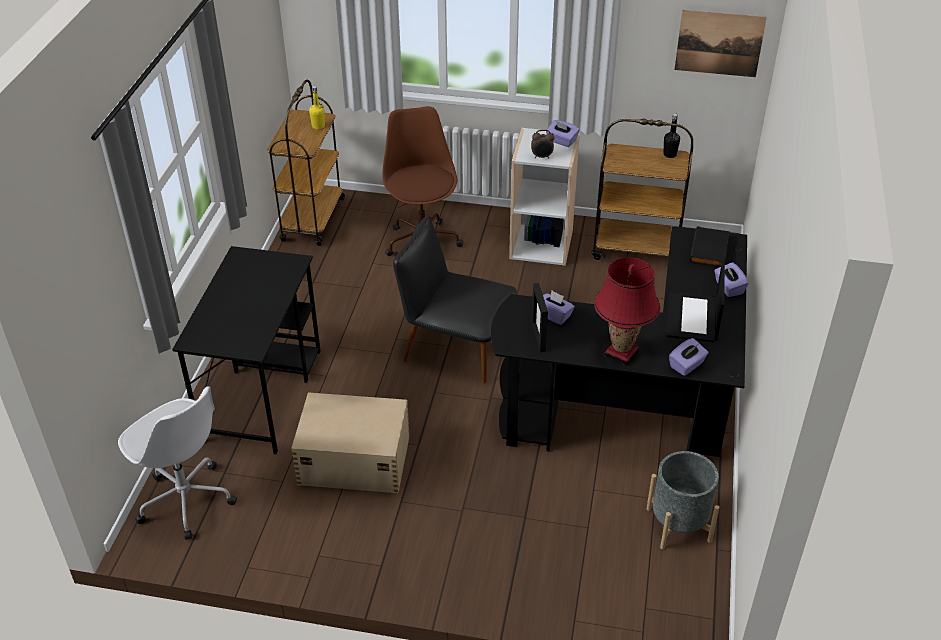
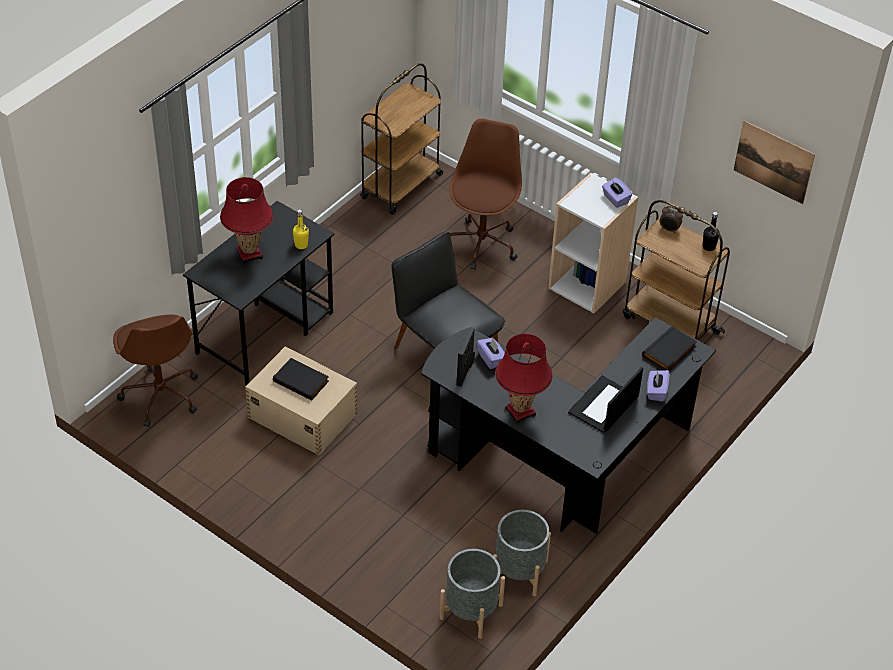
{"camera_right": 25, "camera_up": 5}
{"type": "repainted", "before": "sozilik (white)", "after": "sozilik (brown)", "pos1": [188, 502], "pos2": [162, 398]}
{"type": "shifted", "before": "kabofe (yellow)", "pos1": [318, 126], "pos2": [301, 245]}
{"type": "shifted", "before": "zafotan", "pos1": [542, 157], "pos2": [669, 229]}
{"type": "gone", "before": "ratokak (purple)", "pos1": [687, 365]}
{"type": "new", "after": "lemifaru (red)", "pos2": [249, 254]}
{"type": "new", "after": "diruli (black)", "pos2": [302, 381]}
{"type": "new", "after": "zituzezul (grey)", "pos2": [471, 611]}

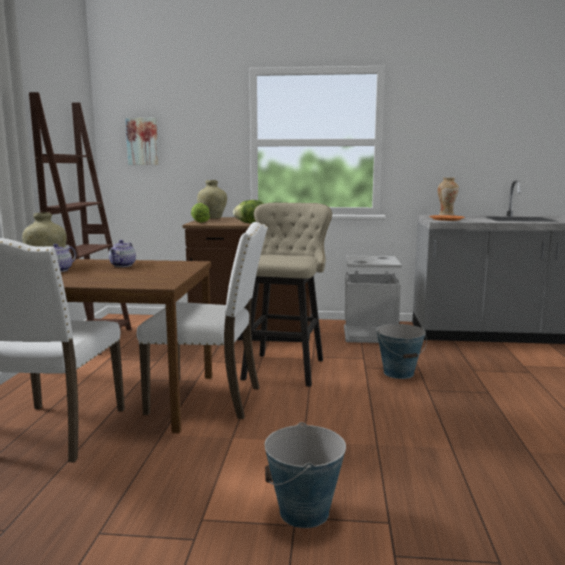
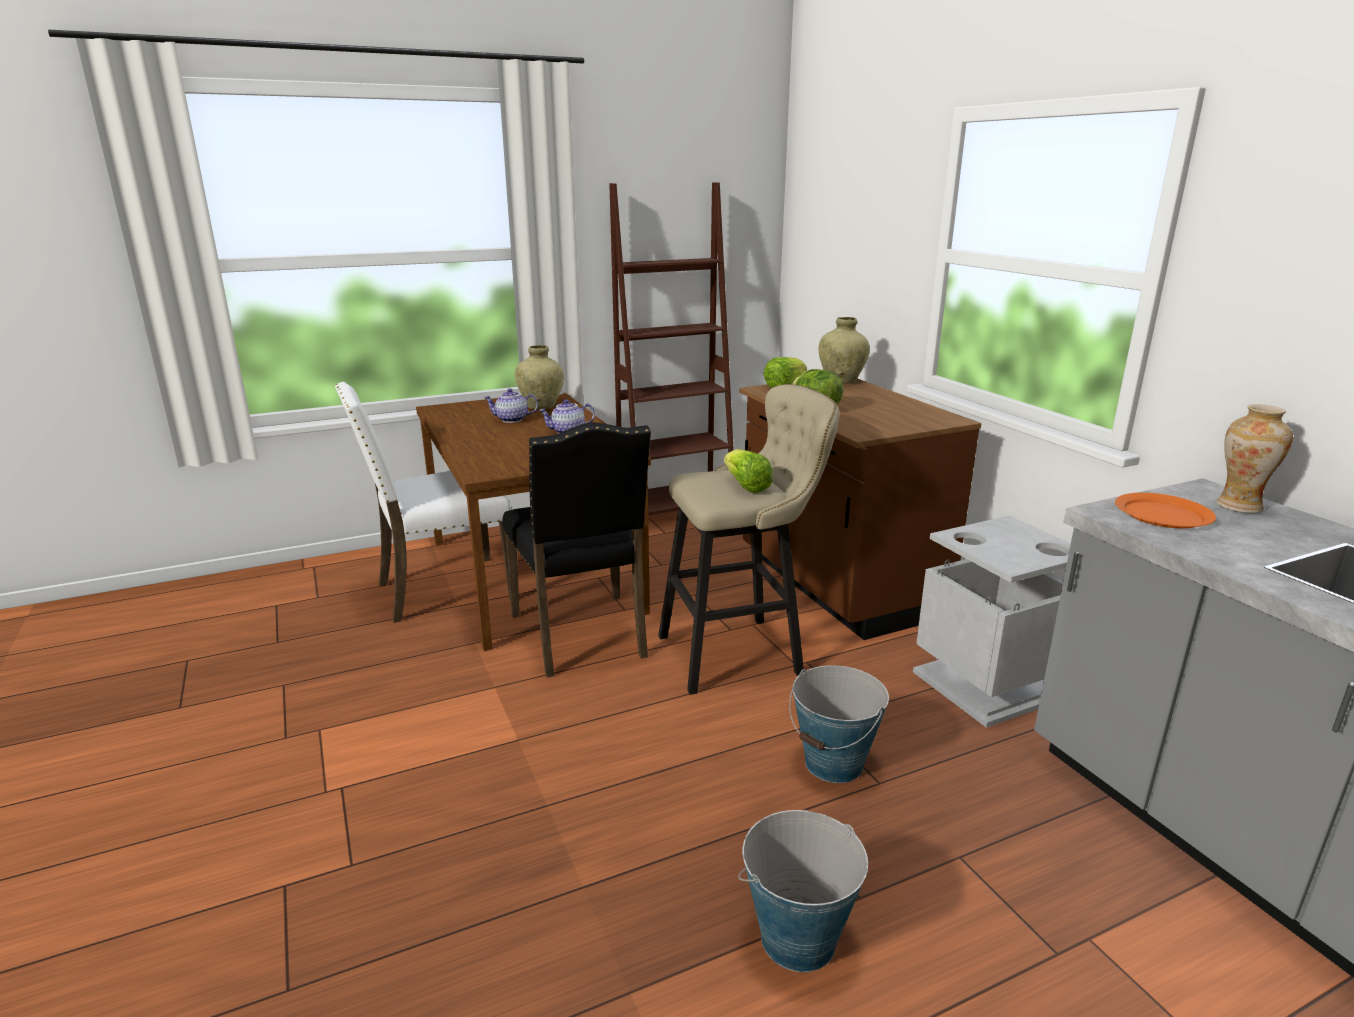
{"camera_right": 60, "camera_up": 10}
{"type": "gone", "before": "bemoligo", "pos1": [142, 141]}
{"type": "repainted", "before": "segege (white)", "after": "segege (black)", "pos1": [208, 399], "pos2": [582, 636]}
{"type": "shifted", "before": "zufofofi", "pos1": [304, 512], "pos2": [797, 939]}
{"type": "new", "after": "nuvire", "pos2": [745, 486]}

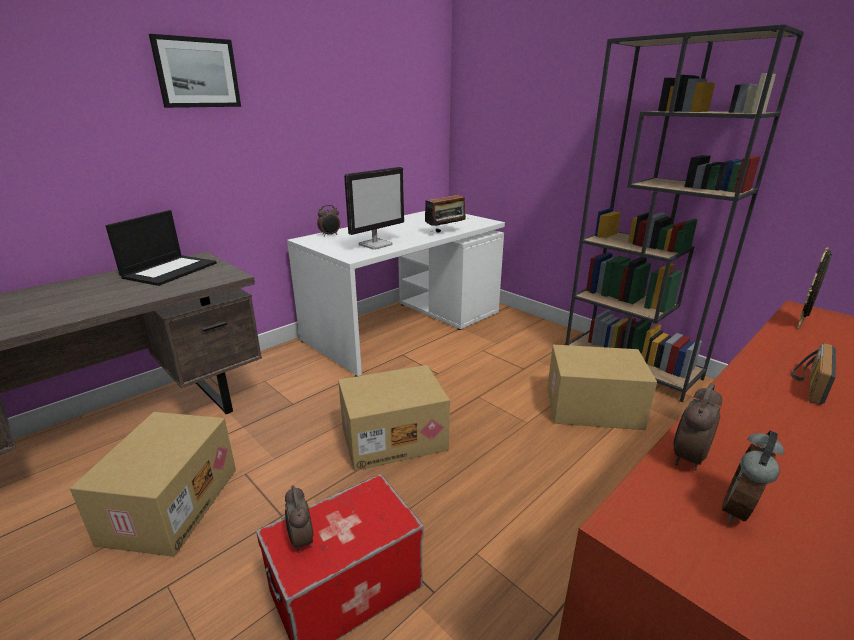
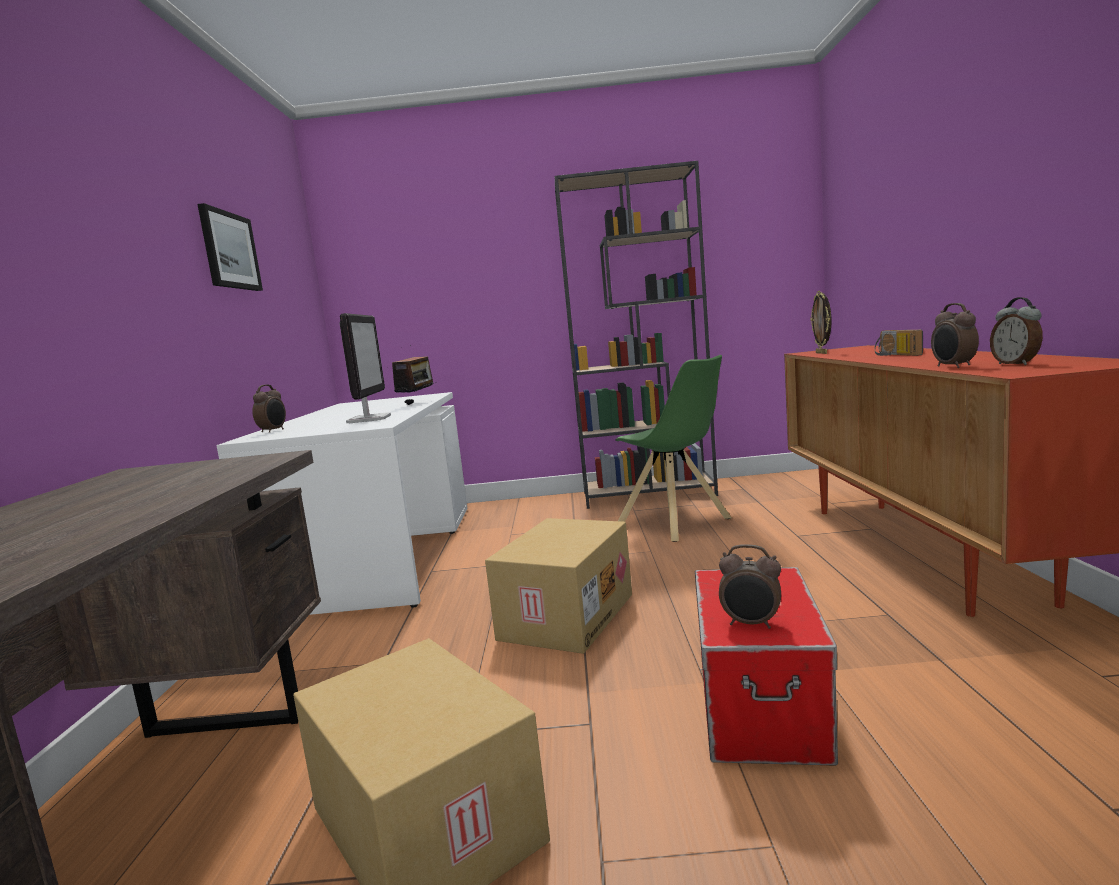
{"camera_right": -45, "camera_up": -15}
{"type": "gone", "before": "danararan", "pos1": [170, 270]}
{"type": "shifted", "before": "bemoligo", "pos1": [197, 73], "pos2": [229, 250]}
{"type": "swapped", "before": "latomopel", "after": "segege (green)", "pos1": [592, 409], "pos2": [675, 523]}

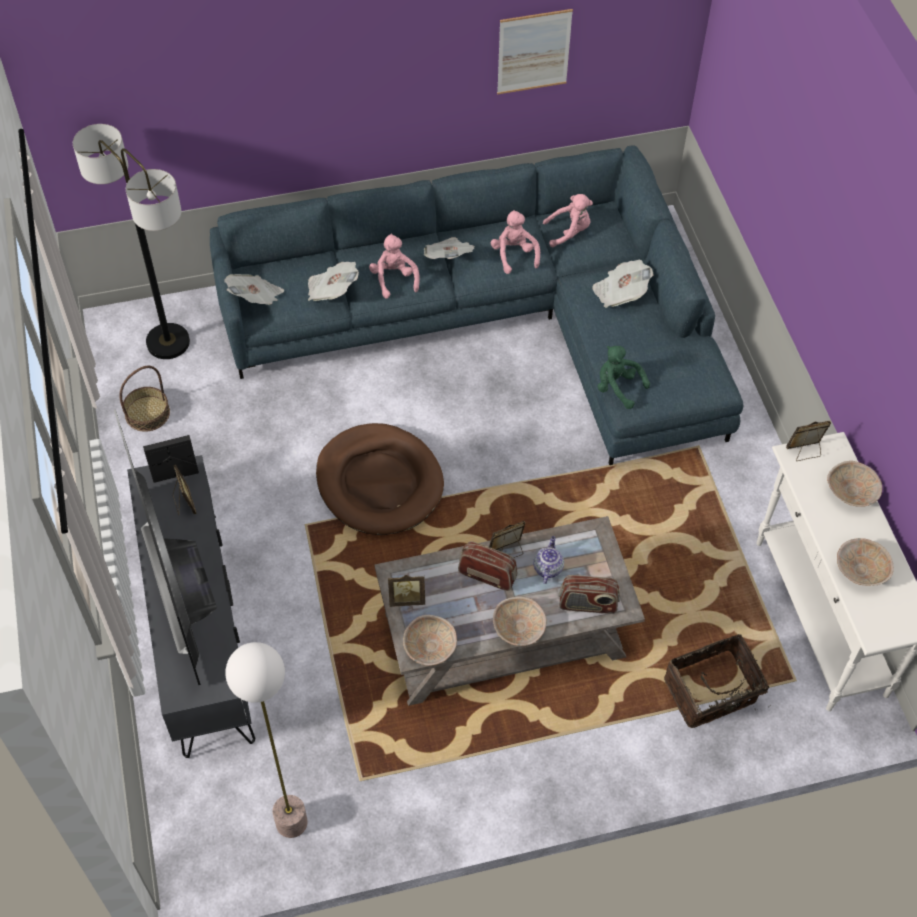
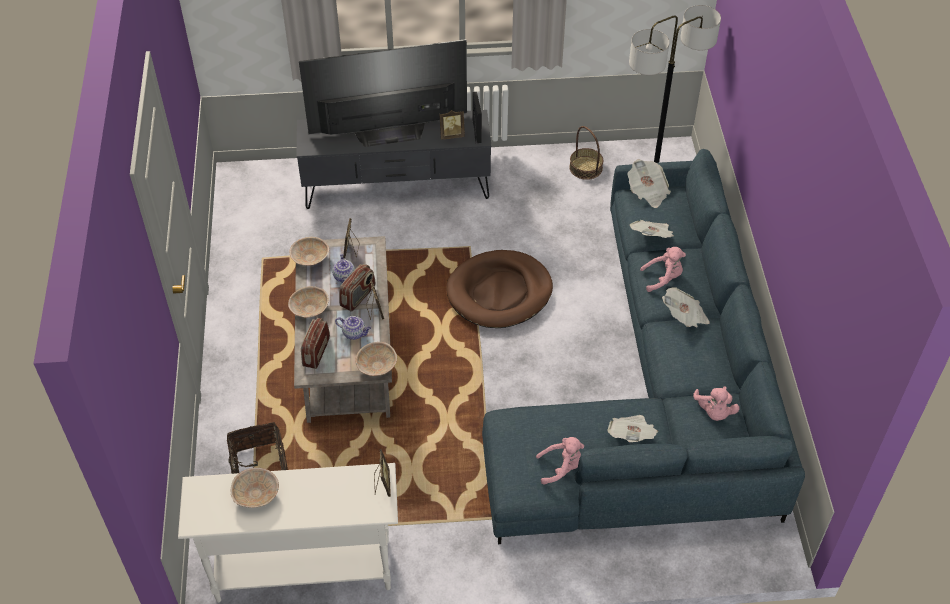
{"camera_right": 100, "camera_up": -5}
{"type": "gone", "before": "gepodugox", "pos1": [291, 823]}
{"type": "shifted", "before": "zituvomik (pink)", "pos1": [514, 255], "pos2": [561, 467]}
{"type": "gone", "before": "bemoligo", "pos1": [533, 52]}
{"type": "gone", "before": "zituvomik (green)", "pos1": [617, 387]}
{"type": "shifted", "before": "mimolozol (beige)", "pos1": [852, 492], "pos2": [376, 366]}
{"type": "new", "after": "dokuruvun", "pos2": [344, 277]}

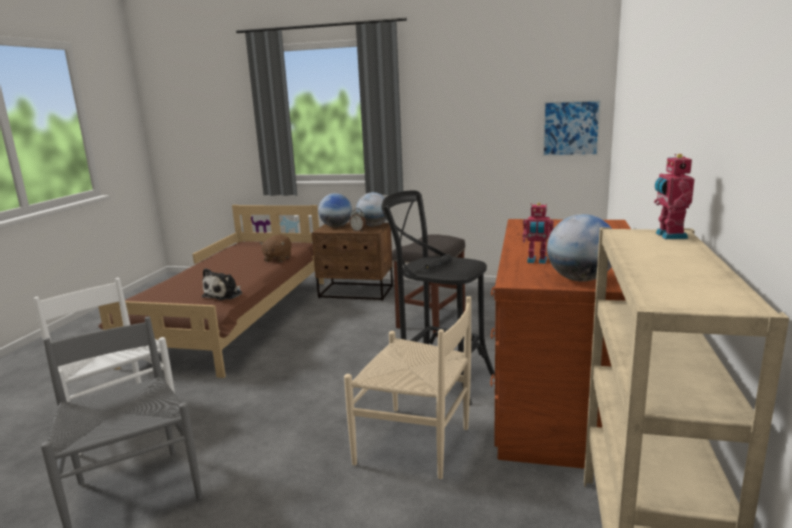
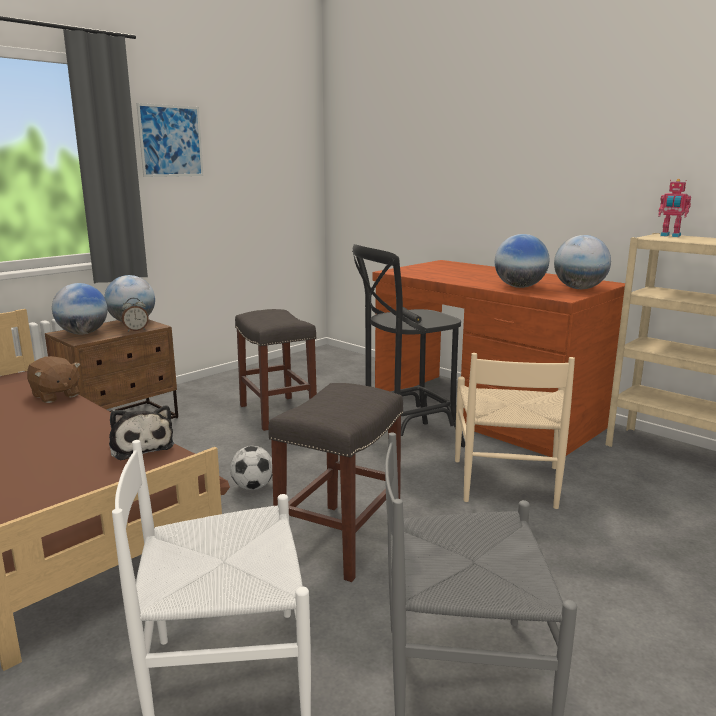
{"camera_right": -60, "camera_up": 0}
{"type": "rotated", "before": "segege (beige)", "pos1": [415, 444], "pos2": [507, 484], "turn": 135}
{"type": "swapped", "before": "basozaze", "after": "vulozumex", "pos1": [536, 261], "pos2": [519, 287]}
{"type": "shifted", "before": "bemoligo", "pos1": [570, 128], "pos2": [171, 141]}
{"type": "new", "after": "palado", "pos2": [253, 487]}
{"type": "new", "after": "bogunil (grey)", "pos2": [340, 539]}

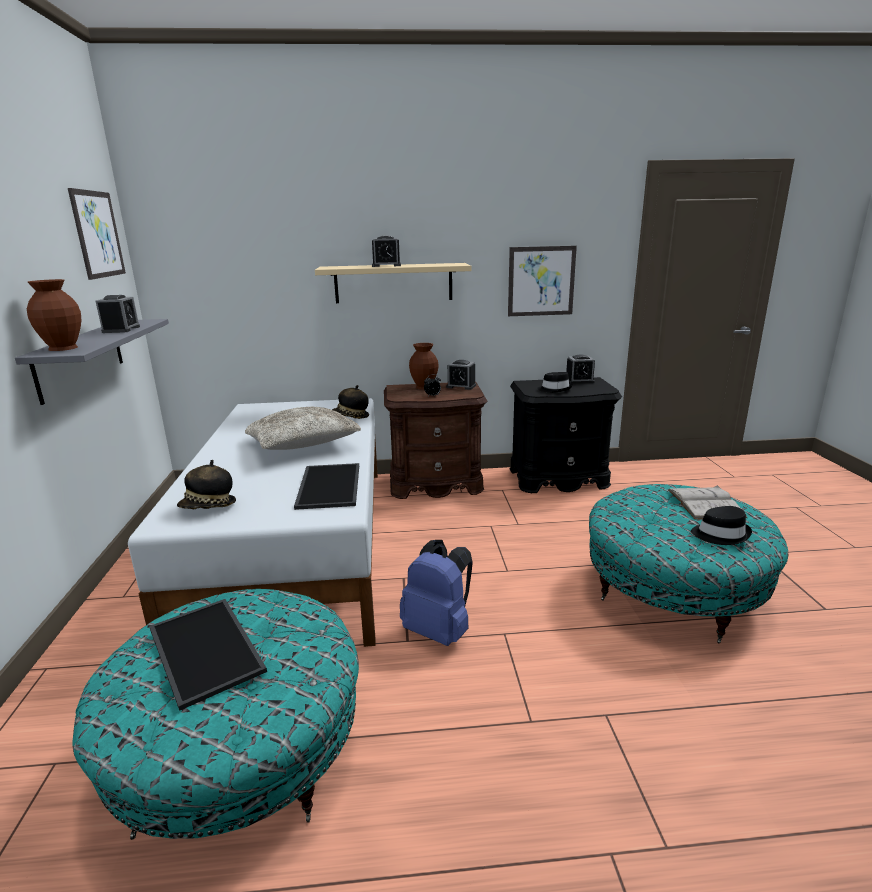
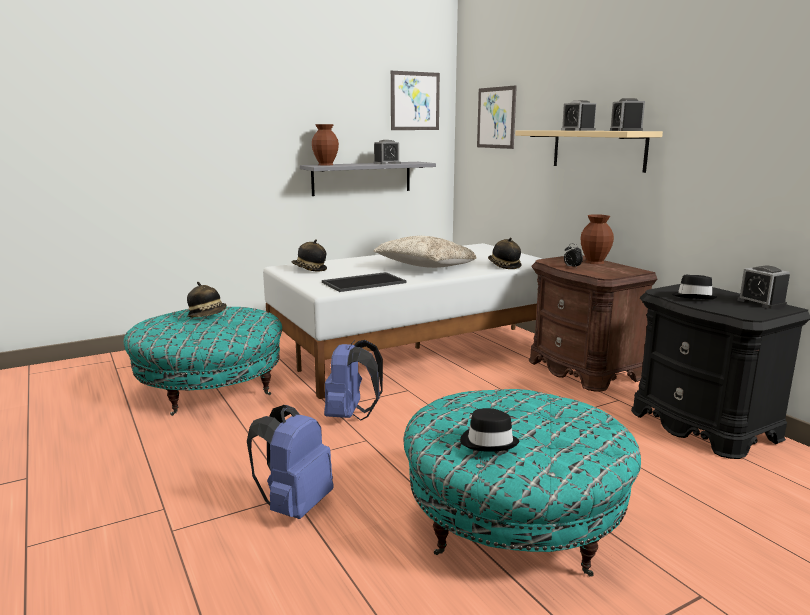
{"camera_right": 65, "camera_up": -5}
{"type": "swapped", "before": "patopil", "after": "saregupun", "pos1": [202, 649], "pos2": [208, 315]}
{"type": "shifted", "before": "zafotan", "pos1": [461, 386], "pos2": [625, 130]}
{"type": "shifted", "before": "bemoligo", "pos1": [541, 281], "pos2": [496, 117]}
{"type": "gone", "before": "diruli (white)", "pos1": [705, 503]}
{"type": "new", "after": "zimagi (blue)", "pos2": [294, 506]}

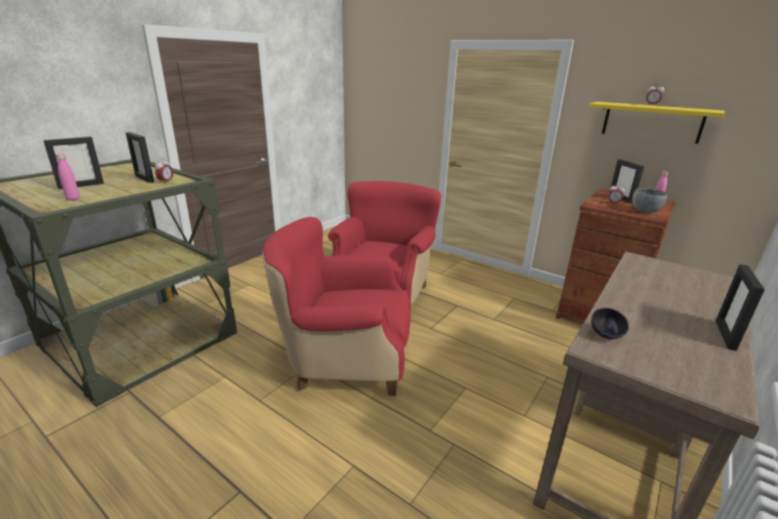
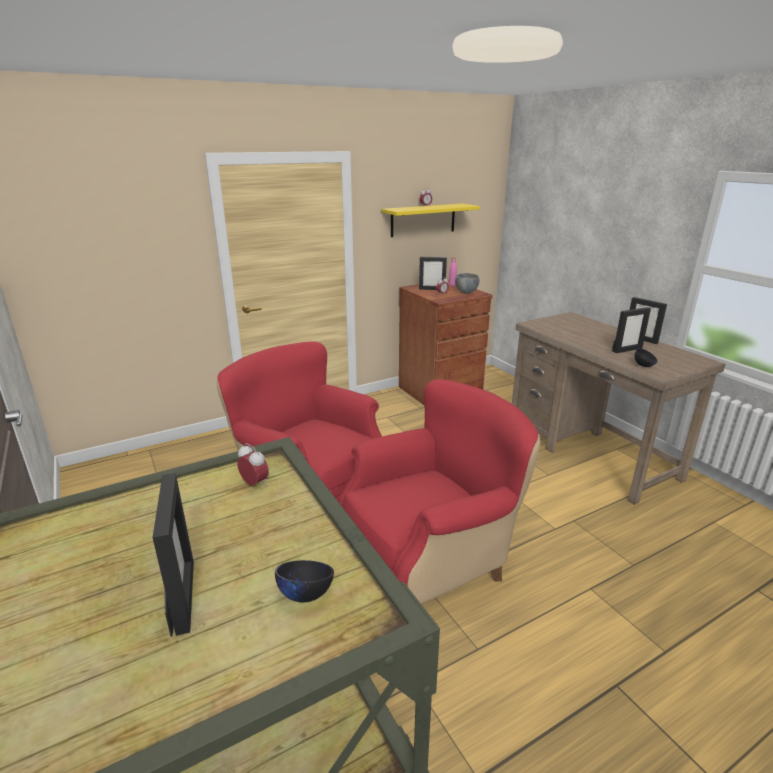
{"camera_right": -65, "camera_up": 0}
{"type": "swapped", "before": "kabofe (pink)", "after": "mimolozol (black)", "pos1": [73, 199], "pos2": [306, 593]}
{"type": "shifted", "before": "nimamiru", "pos1": [145, 179], "pos2": [627, 349]}
{"type": "rotated", "before": "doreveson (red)", "pos1": [344, 359], "pos2": [430, 557], "turn": -150}

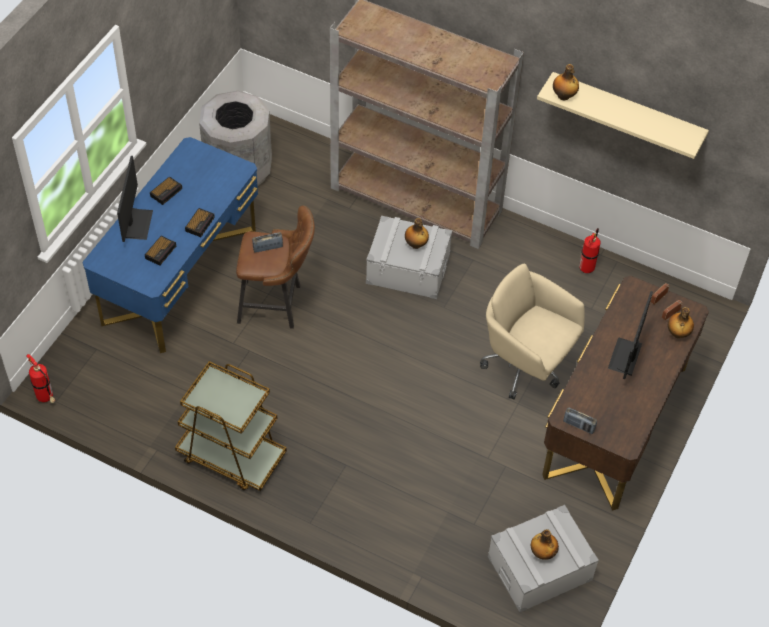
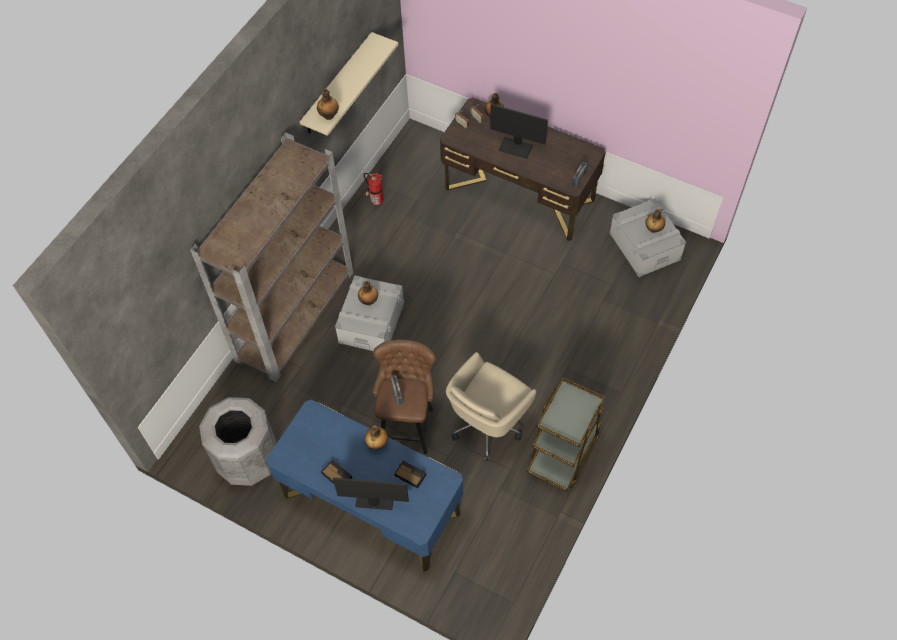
{"camera_right": -85, "camera_up": 5}
{"type": "gone", "before": "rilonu", "pos1": [46, 398]}
{"type": "swapped", "before": "zafotan", "after": "kabofe", "pos1": [200, 223], "pos2": [377, 443]}
{"type": "shifted", "before": "sozilik (beige)", "pos1": [525, 368], "pos2": [488, 425]}

